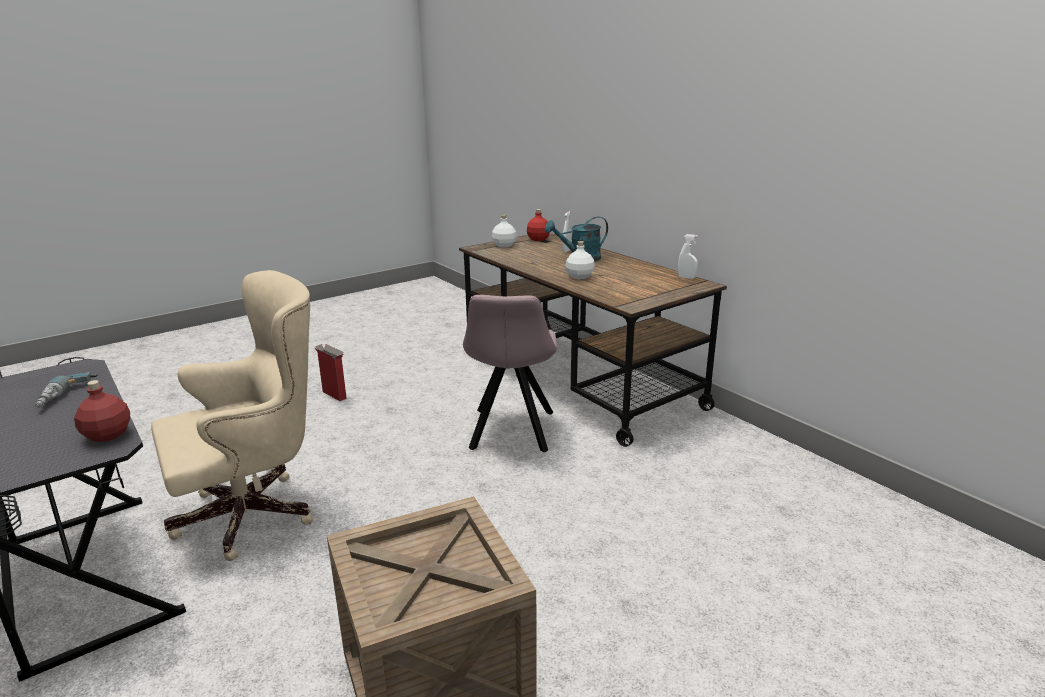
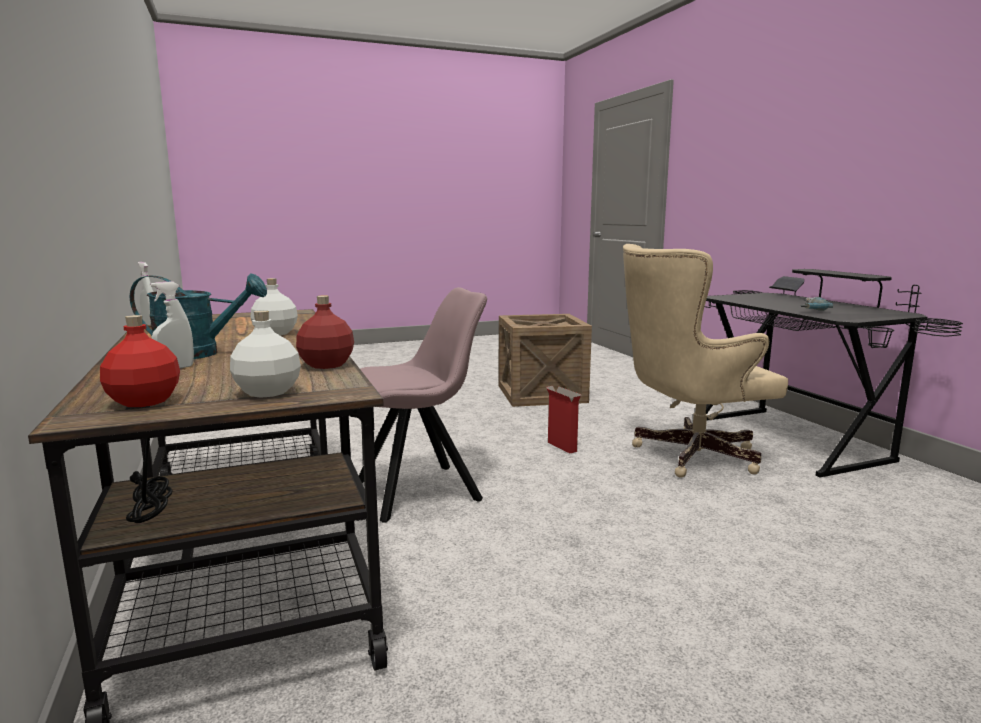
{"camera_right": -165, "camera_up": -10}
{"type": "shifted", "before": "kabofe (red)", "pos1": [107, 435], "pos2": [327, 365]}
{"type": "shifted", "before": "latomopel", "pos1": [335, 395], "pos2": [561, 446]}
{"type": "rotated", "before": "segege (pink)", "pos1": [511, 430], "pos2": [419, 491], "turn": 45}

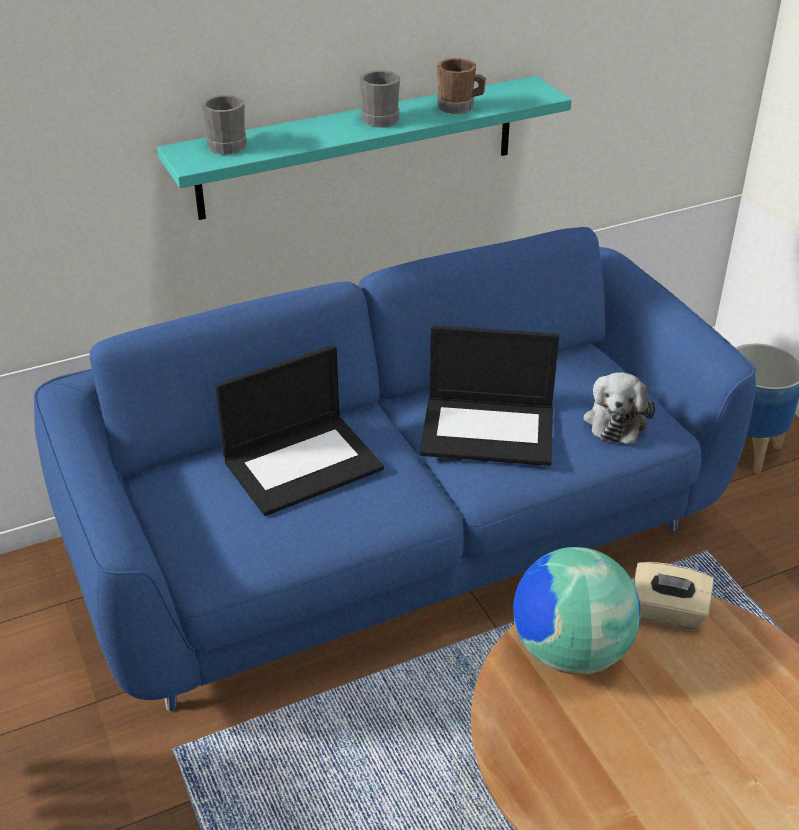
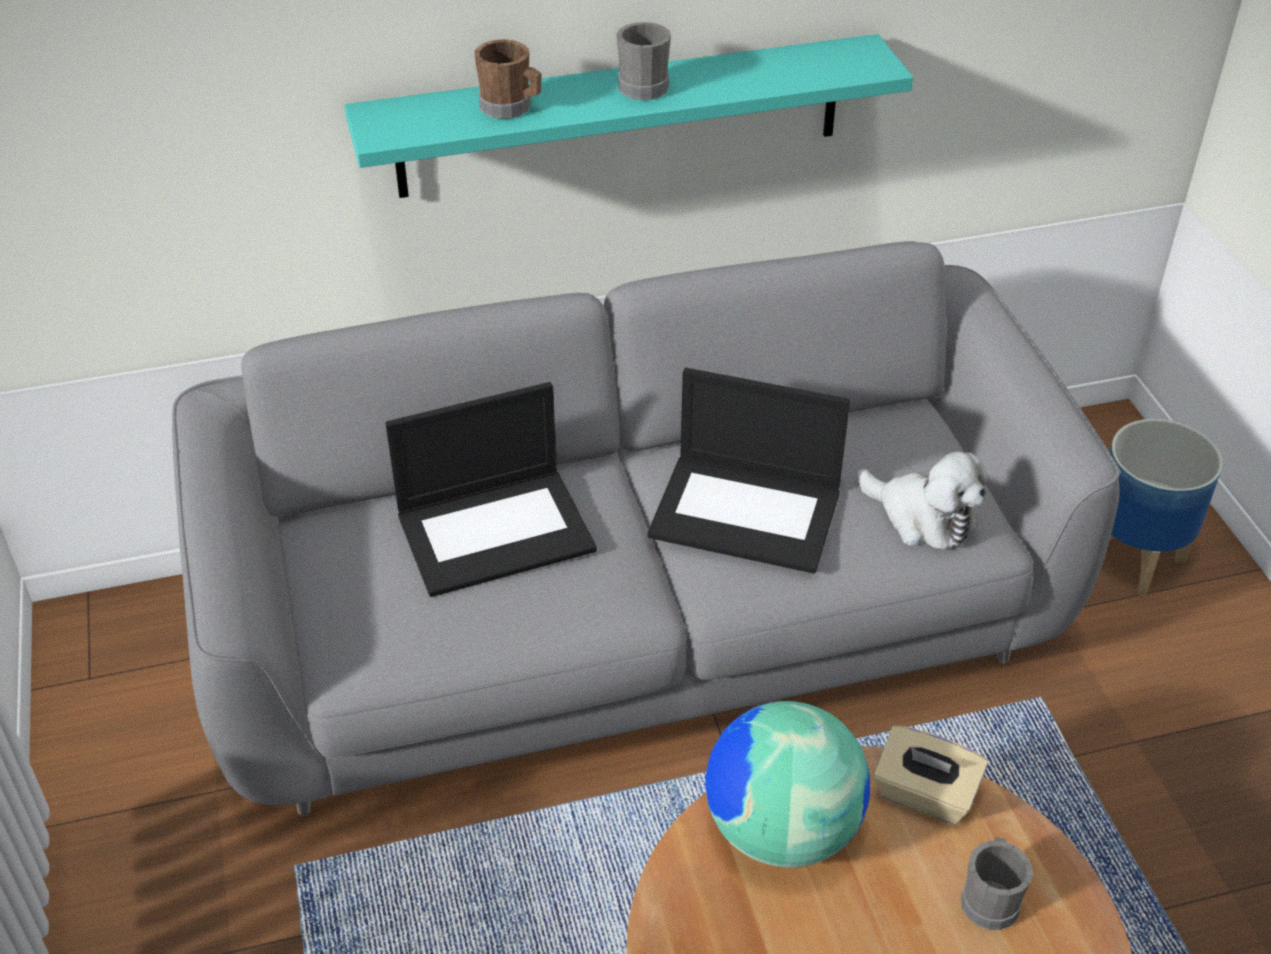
{"camera_right": 10, "camera_up": 5}
{"type": "repainted", "before": "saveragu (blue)", "after": "saveragu (grey)", "pos1": [399, 543], "pos2": [635, 632]}
{"type": "shifted", "before": "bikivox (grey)", "pos1": [228, 144], "pos2": [990, 898]}
{"type": "shifted", "before": "bikivox (brown)", "pos1": [460, 107], "pos2": [511, 108]}
{"type": "rotated", "before": "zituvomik", "pos1": [616, 420], "pos2": [922, 517], "turn": -75}

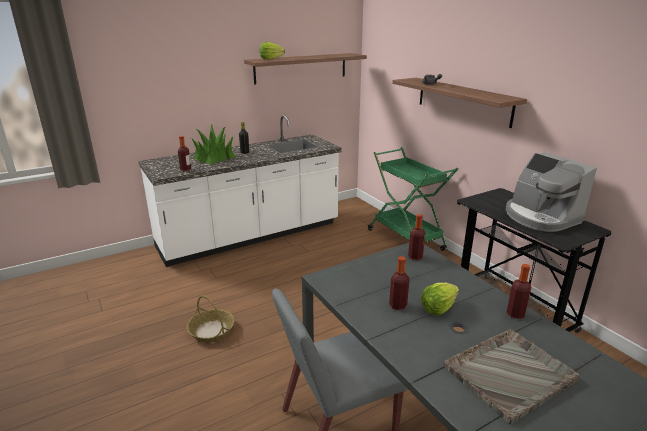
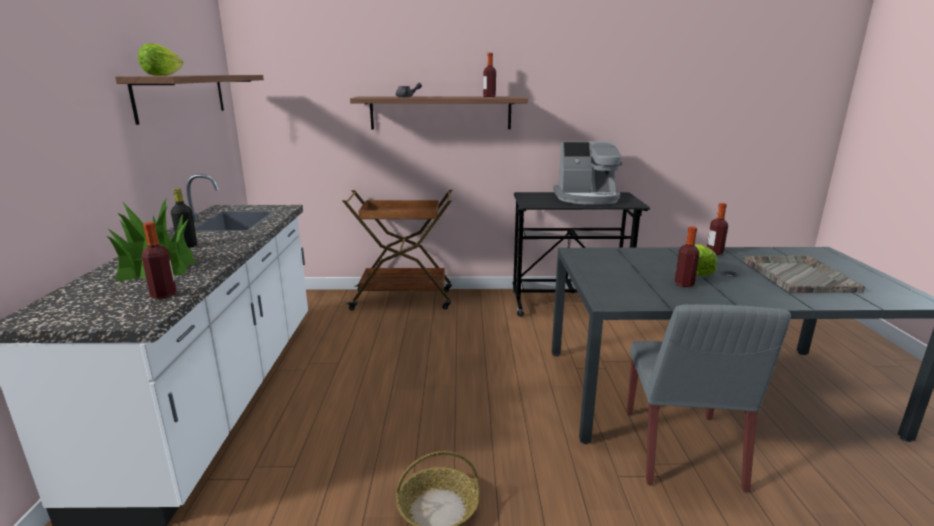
{"camera_right": -60, "camera_up": -5}
{"type": "repainted", "before": "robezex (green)", "after": "robezex (brown)", "pos1": [405, 240], "pos2": [403, 300]}
{"type": "shifted", "before": "kabofe", "pos1": [415, 257], "pos2": [489, 96]}

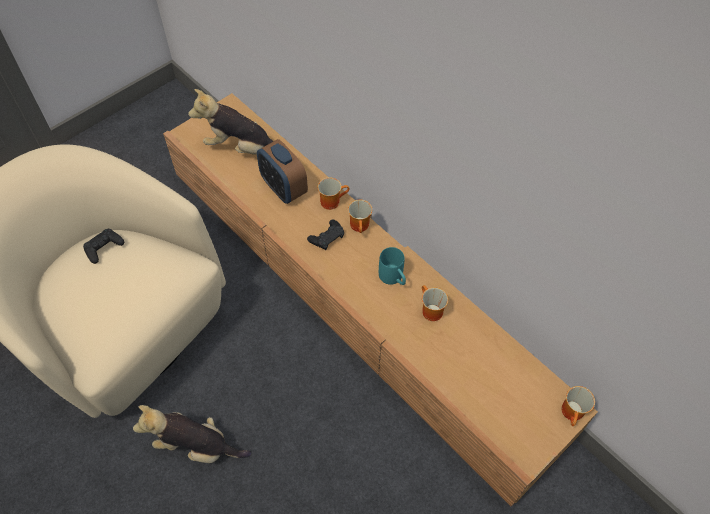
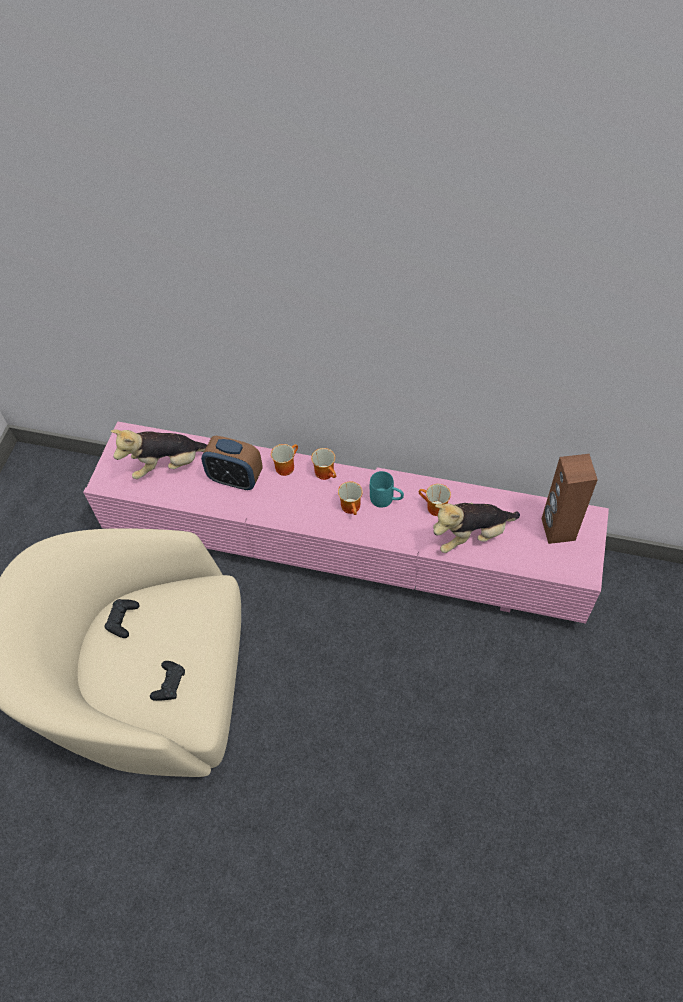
{"camera_right": -30, "camera_up": 0}
{"type": "shifted", "before": "zituvomik", "pos1": [196, 446], "pos2": [471, 535]}
{"type": "repainted", "before": "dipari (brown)", "after": "dipari (pink)", "pos1": [355, 301], "pos2": [344, 545]}
{"type": "shifted", "before": "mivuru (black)", "pos1": [327, 237], "pos2": [169, 683]}
{"type": "shifted", "before": "bikivox", "pos1": [573, 413], "pos2": [352, 507]}
{"type": "new", "after": "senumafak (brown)", "pos2": [557, 529]}

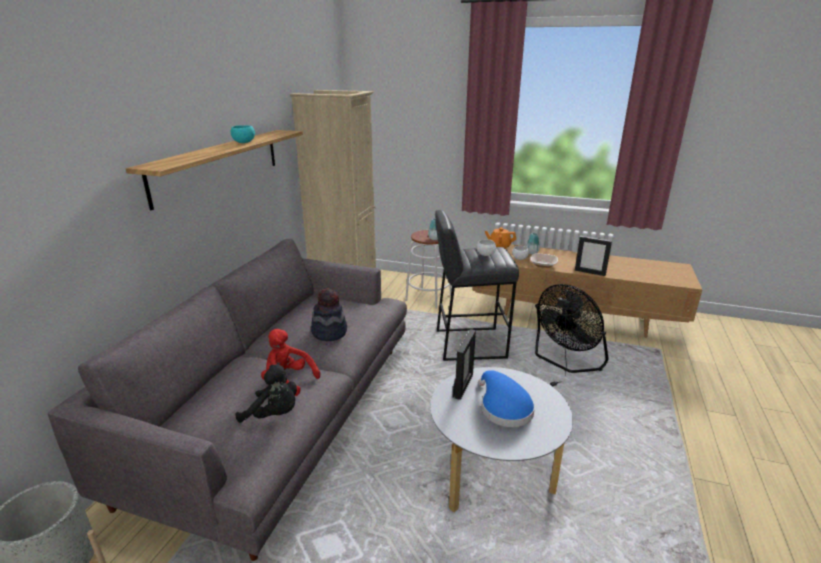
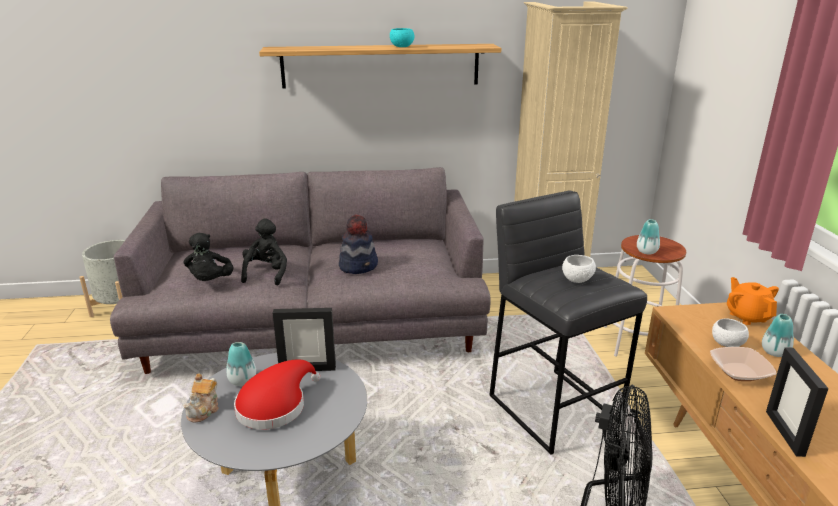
{"camera_right": 65, "camera_up": 0}
{"type": "repainted", "before": "zituvomik (red)", "after": "zituvomik (black)", "pos1": [288, 380], "pos2": [266, 273]}
{"type": "repainted", "before": "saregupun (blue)", "after": "saregupun (red)", "pos1": [503, 408], "pos2": [275, 405]}
{"type": "new", "after": "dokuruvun", "pos2": [204, 410]}
{"type": "new", "after": "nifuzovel", "pos2": [242, 381]}

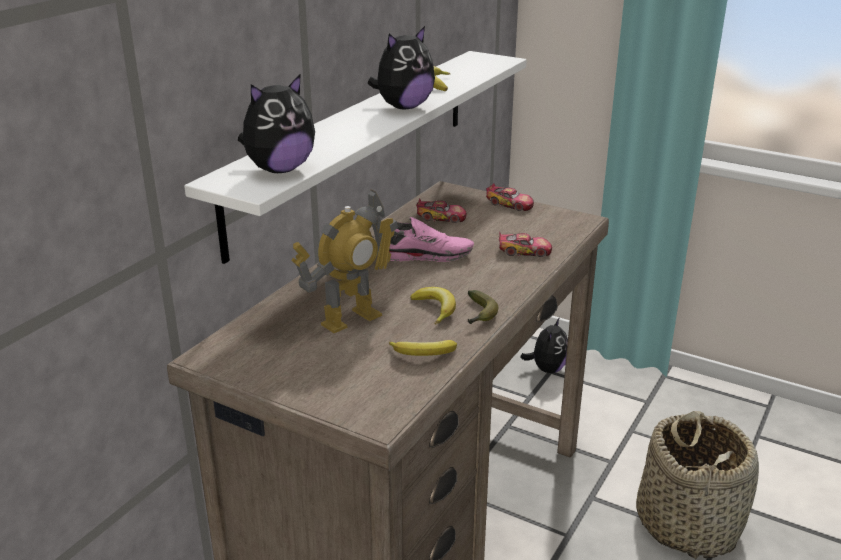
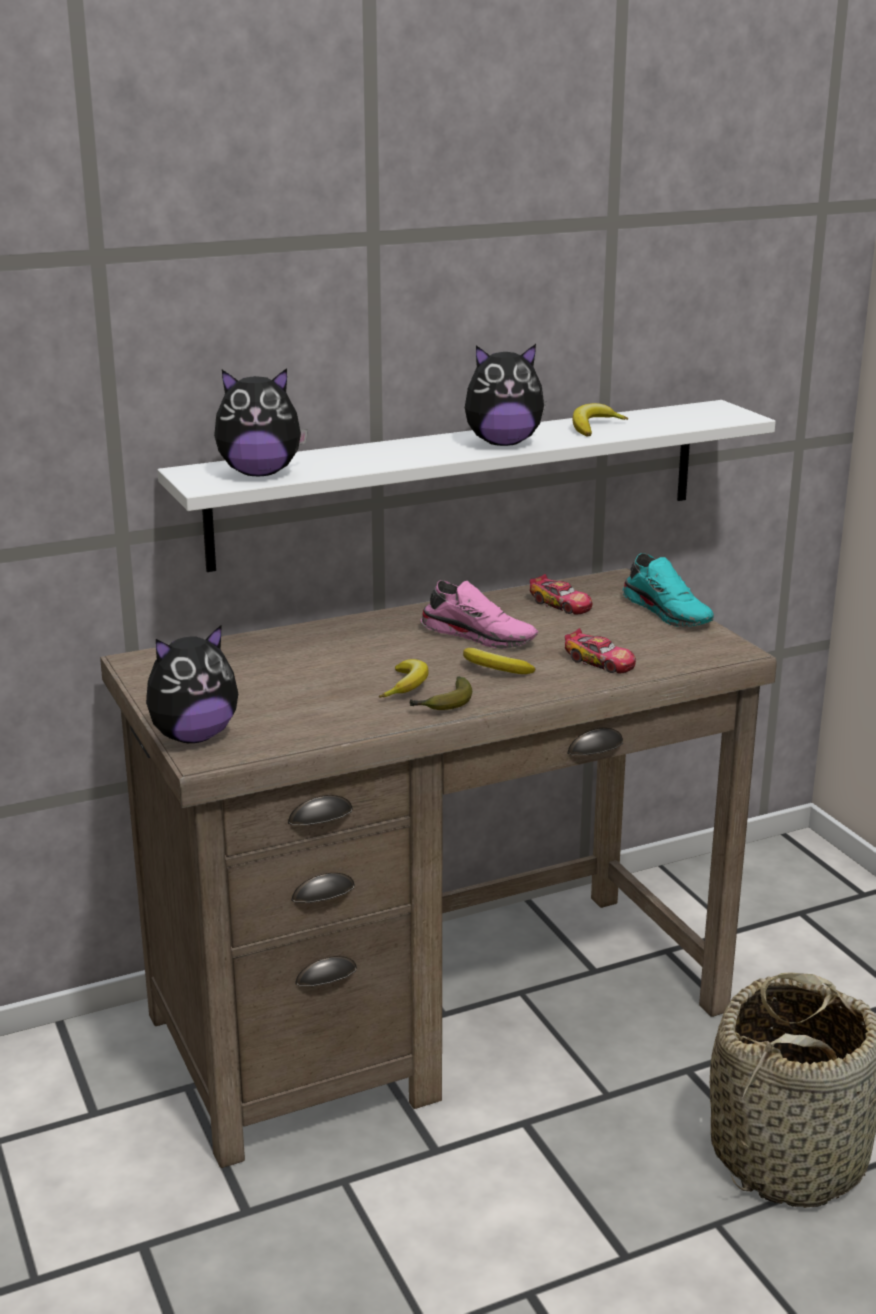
{"camera_right": 35, "camera_up": -5}
{"type": "gone", "before": "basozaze", "pos1": [350, 319]}
{"type": "shifted", "before": "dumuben", "pos1": [423, 354], "pos2": [494, 669]}
{"type": "swapped", "before": "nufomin", "after": "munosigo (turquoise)", "pos1": [510, 204], "pos2": [669, 612]}
{"type": "shifted", "before": "zituvomik", "pos1": [547, 369], "pos2": [193, 736]}

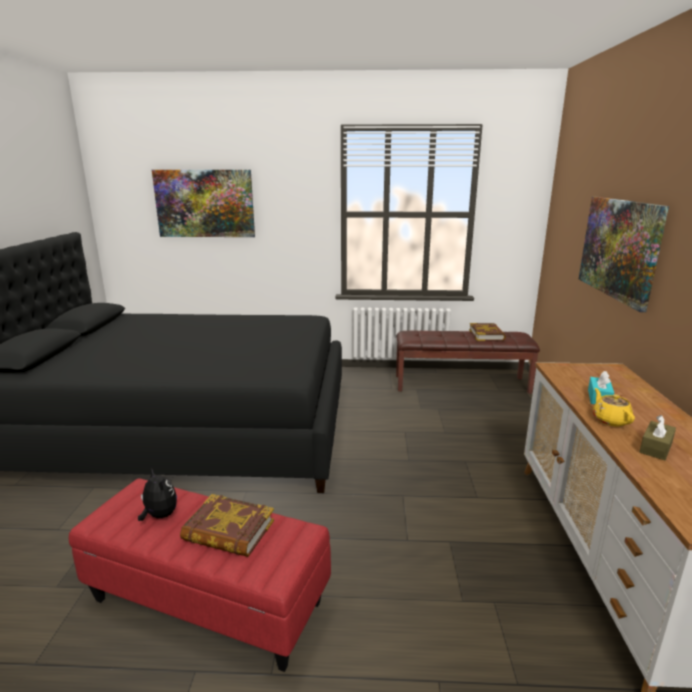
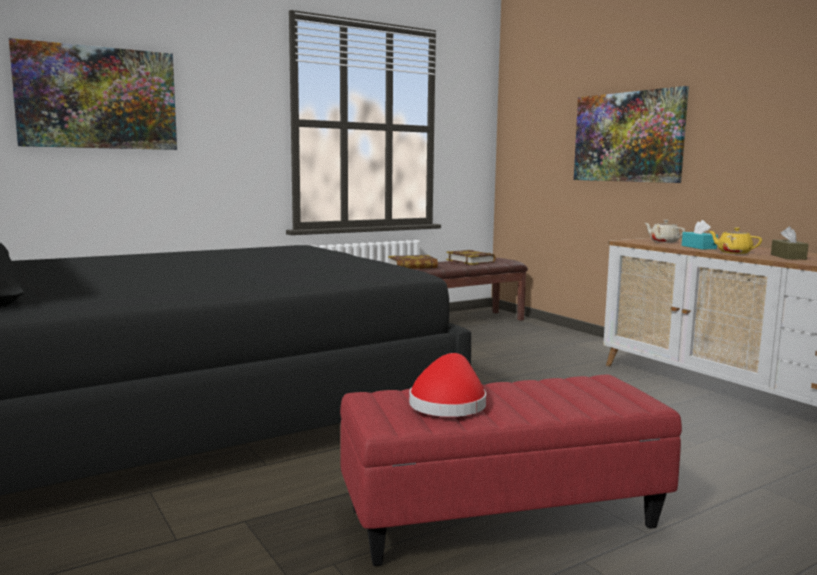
{"camera_right": -35, "camera_up": -10}
{"type": "swapped", "before": "zituvomik", "after": "saregupun (red)", "pos1": [159, 515], "pos2": [448, 403]}
{"type": "shifted", "before": "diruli", "pos1": [228, 531], "pos2": [412, 266]}
{"type": "new", "after": "dokuruvun (beige)", "pos2": [663, 242]}

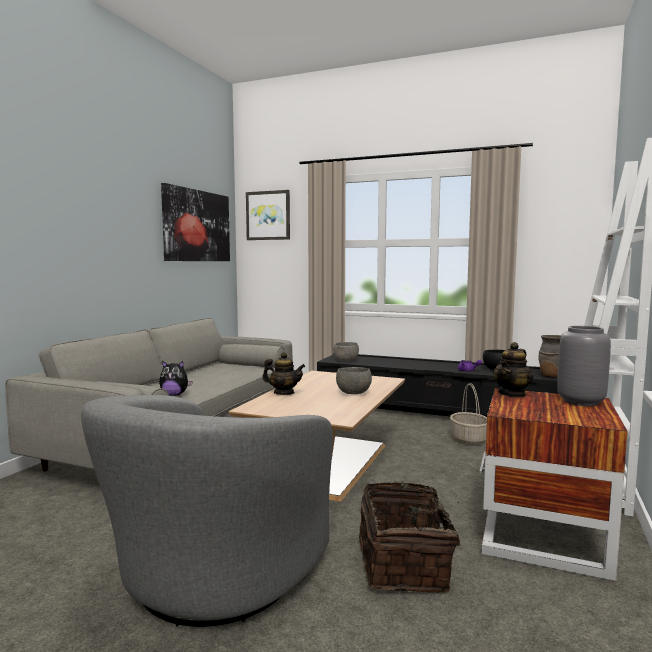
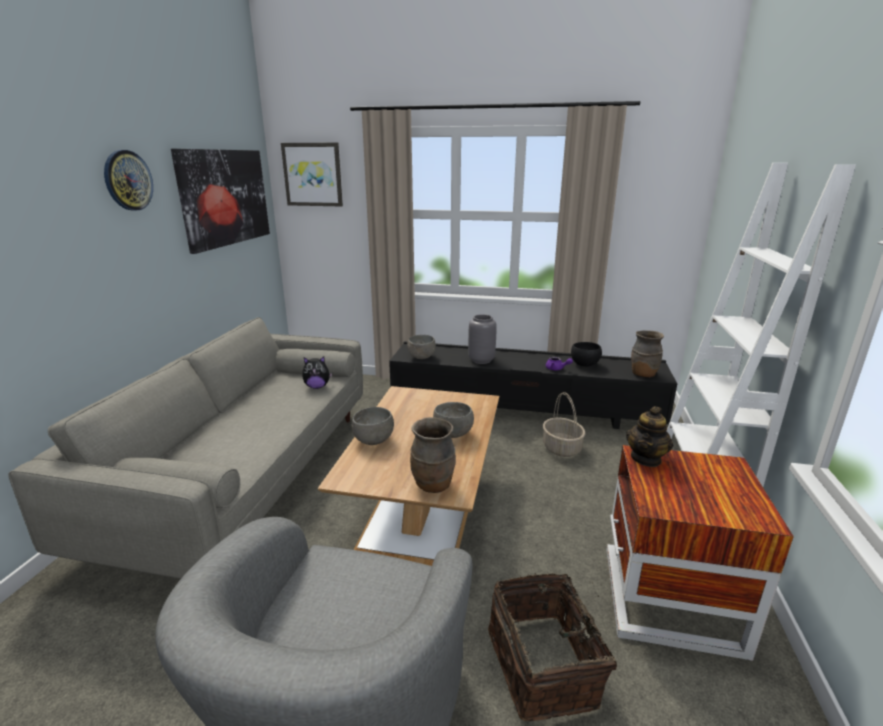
{"camera_right": -10, "camera_up": 15}
{"type": "shifted", "before": "zituvomik", "pos1": [175, 395], "pos2": [317, 387]}
{"type": "swapped", "before": "dokuruvun", "after": "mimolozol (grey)", "pos1": [284, 393], "pos2": [373, 440]}
{"type": "shifted", "before": "nifuzovel (grey)", "pos1": [580, 402], "pos2": [481, 360]}
{"type": "new", "after": "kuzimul", "pos2": [128, 180]}
{"type": "new", "after": "nifuzovel (brown)", "pos2": [433, 485]}

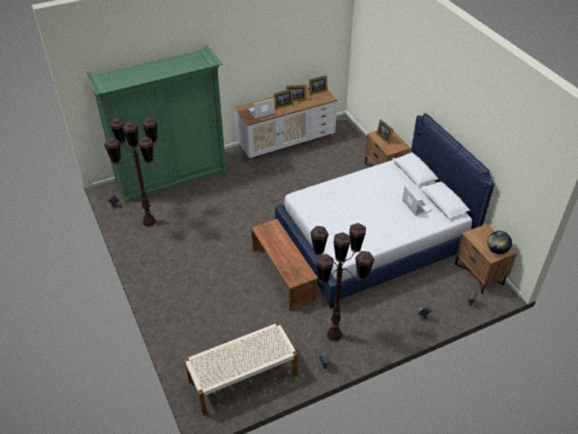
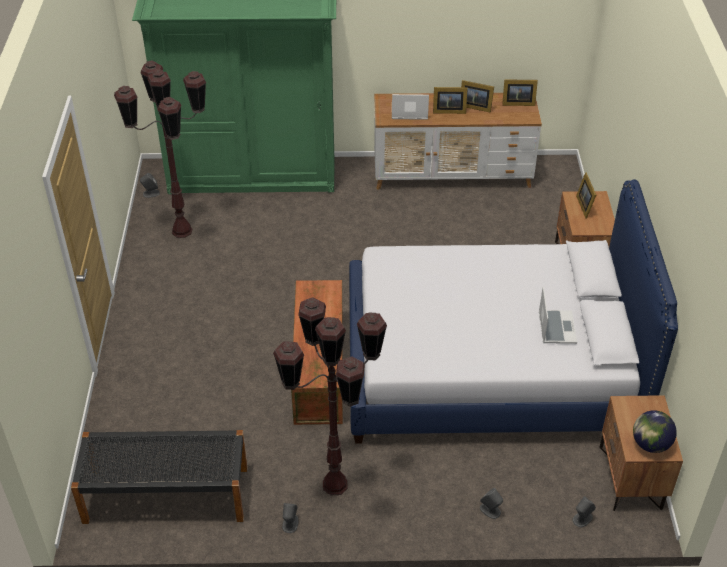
{"camera_right": 25, "camera_up": 0}
{"type": "repainted", "before": "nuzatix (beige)", "after": "nuzatix (black)", "pos1": [243, 378], "pos2": [166, 495]}

